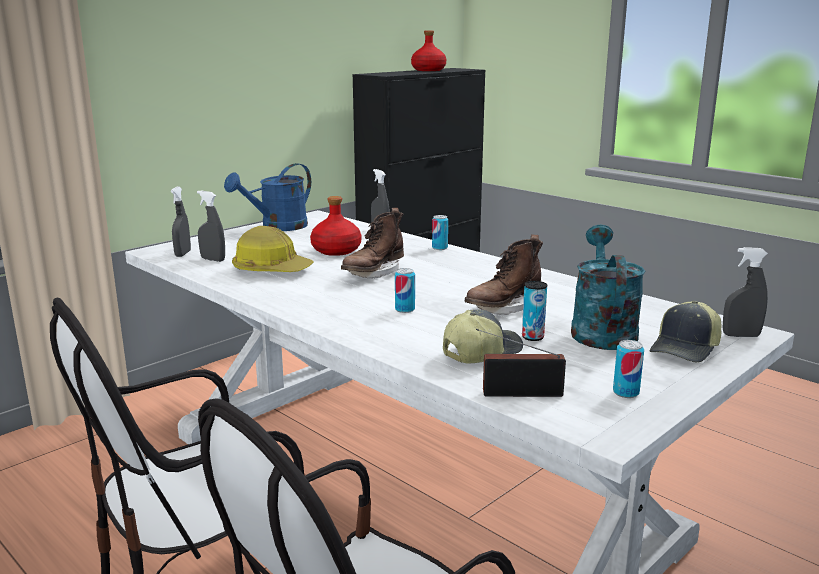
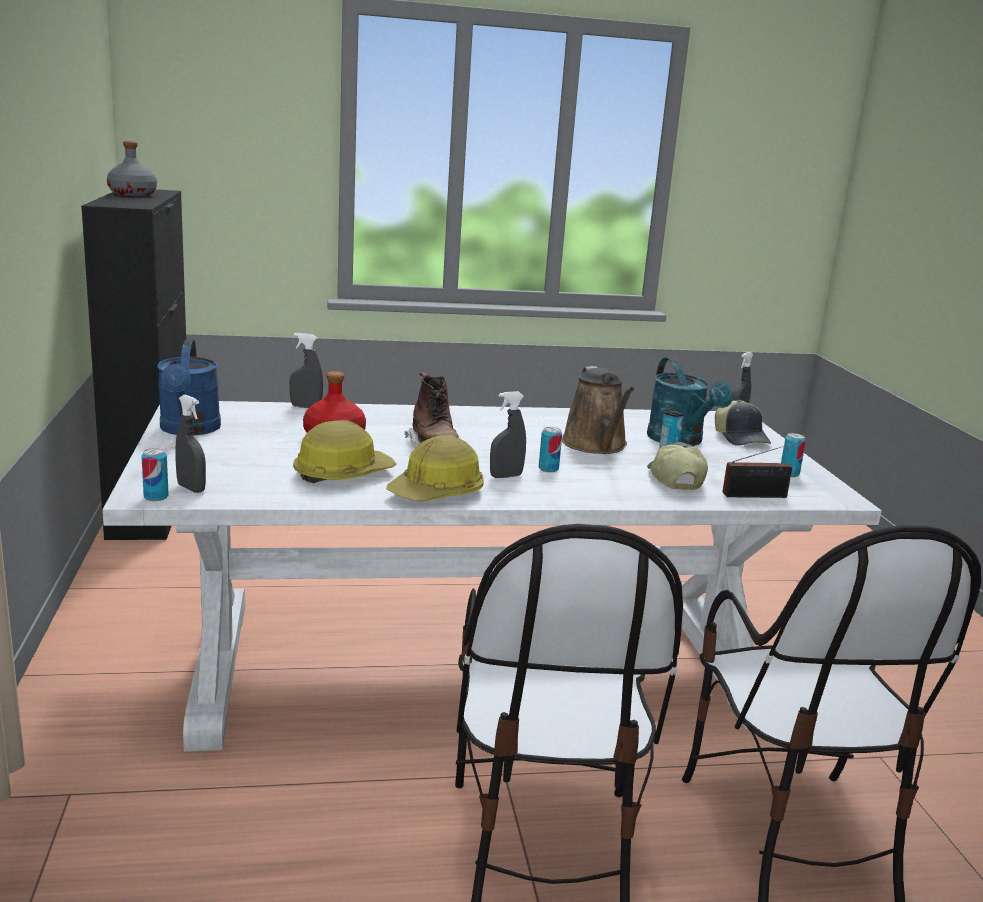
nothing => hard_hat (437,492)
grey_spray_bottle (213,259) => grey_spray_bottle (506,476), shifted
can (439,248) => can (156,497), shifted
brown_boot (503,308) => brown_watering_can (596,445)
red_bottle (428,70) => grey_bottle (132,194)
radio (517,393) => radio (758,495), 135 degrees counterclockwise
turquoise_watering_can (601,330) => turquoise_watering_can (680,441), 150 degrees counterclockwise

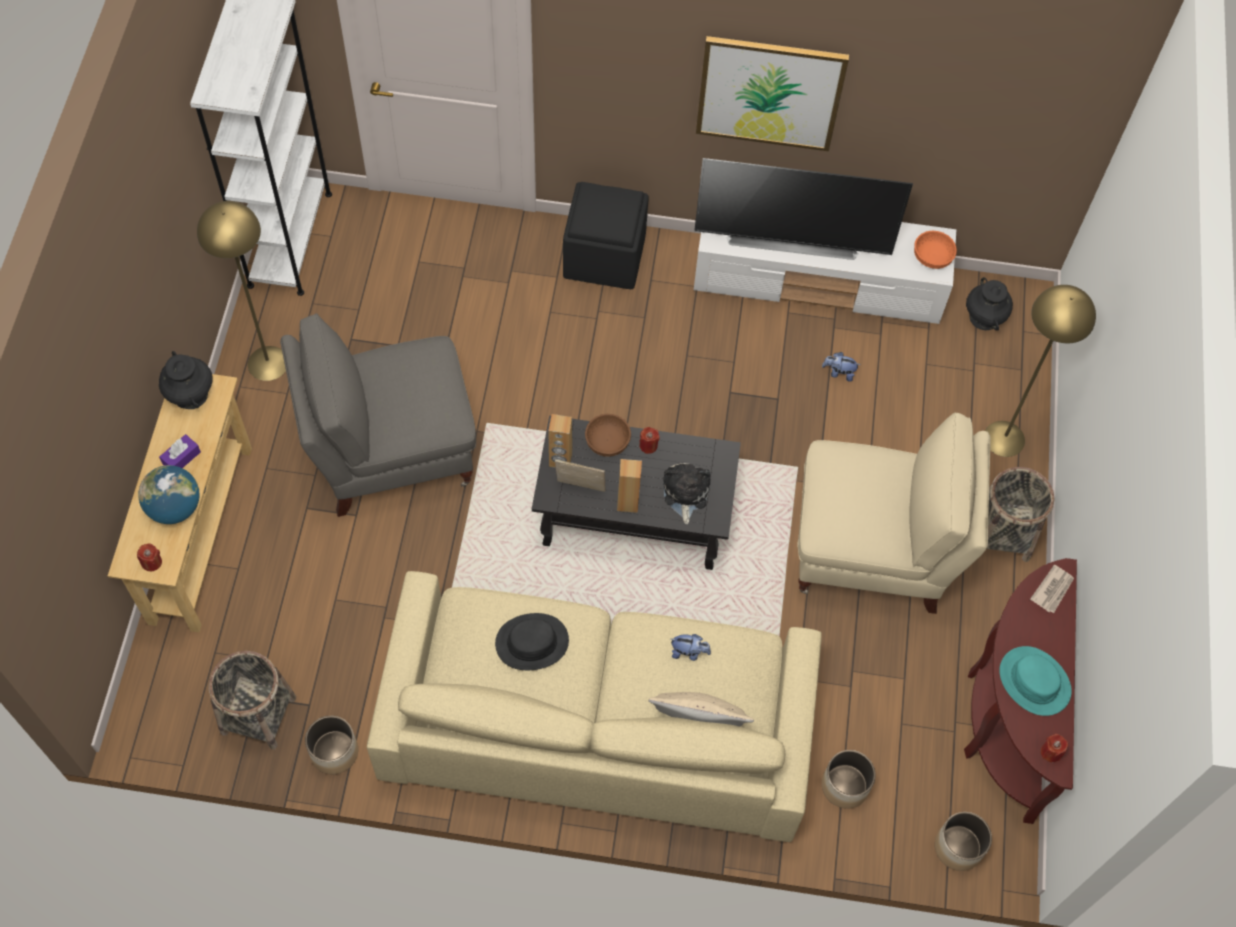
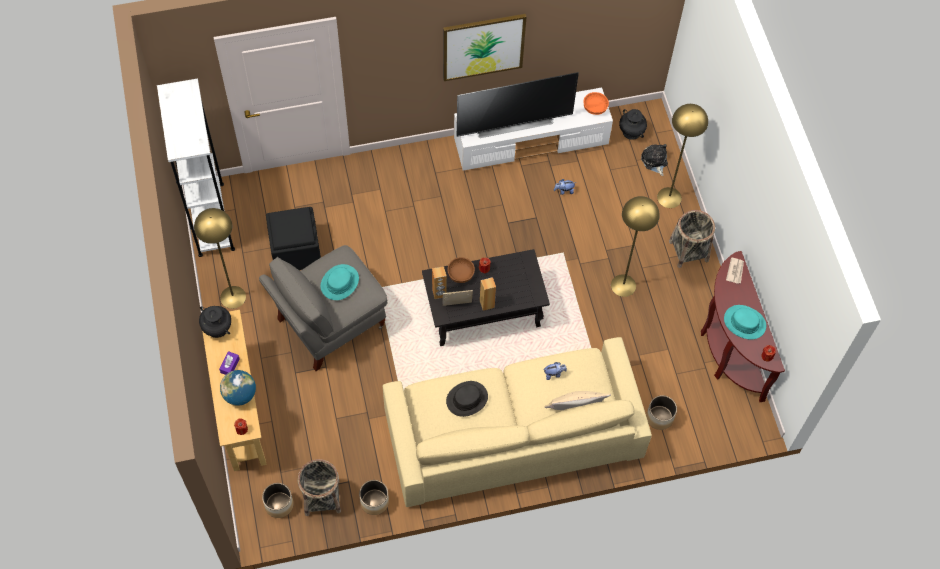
nothing => turquoise_hat (340,283)
black_ottoman (603,256) => black_ottoman (295,251), shifted
plush_toy (685,494) => plush_toy (654,161), shifted
planter (958,846) => planter (279,504), shifted
beige_armchair (873,551) => yellow_floor_lamp (623,285)

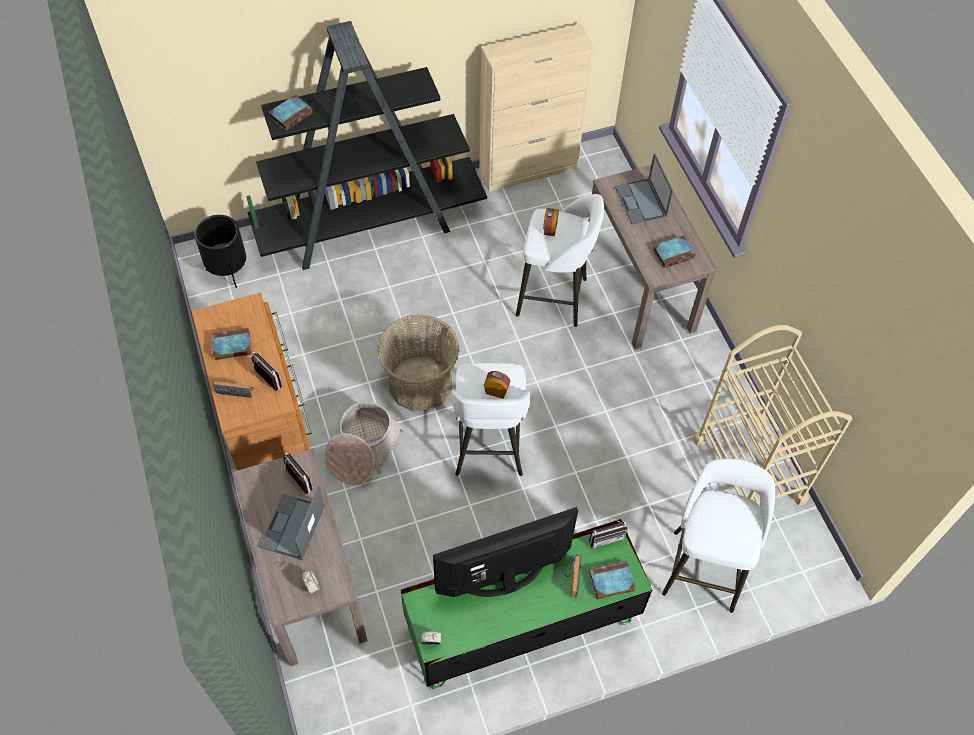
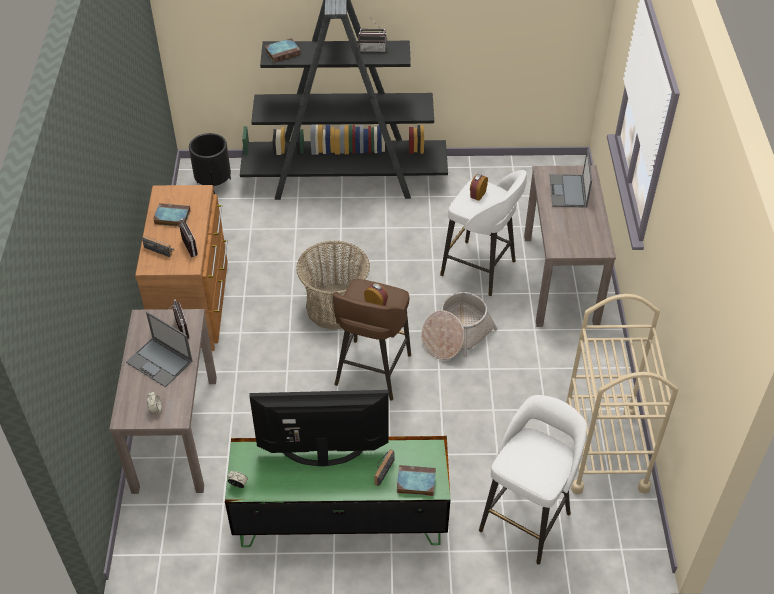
beige_cabinet (529,169) => nothing
book (673,253) => nothing
basket (362,449) => basket (456,335), shifted
radio (605,536) => radio (373,48), shifted
white_stool (488,448) => brown_stool (372,371)
laptop (292,528) => laptop (160,362), 90 degrees counterclockwise

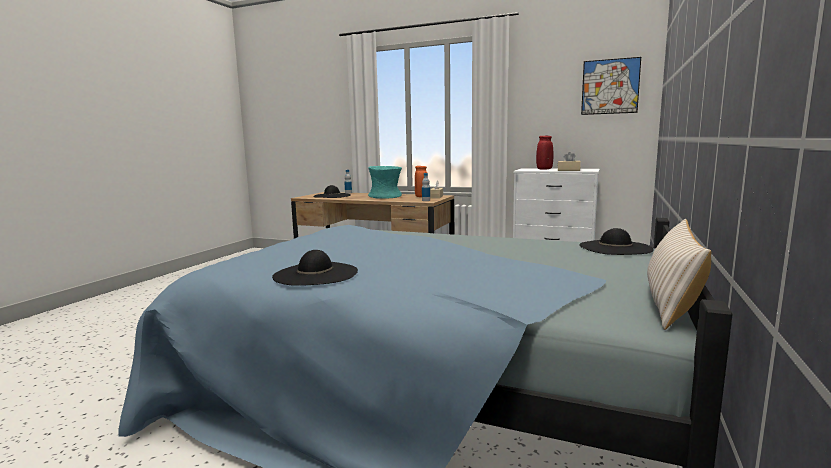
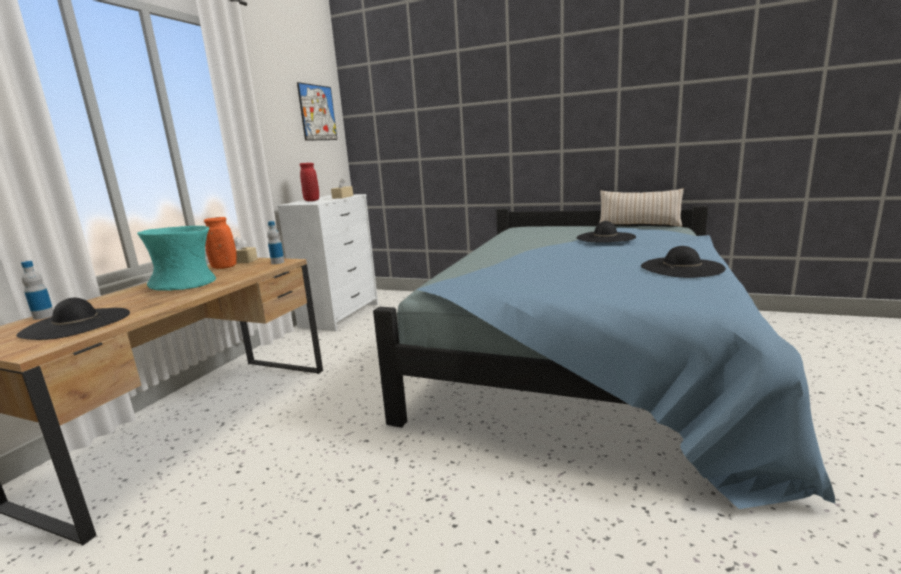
black_hat (615,248) => black_hat (605,237), shifted

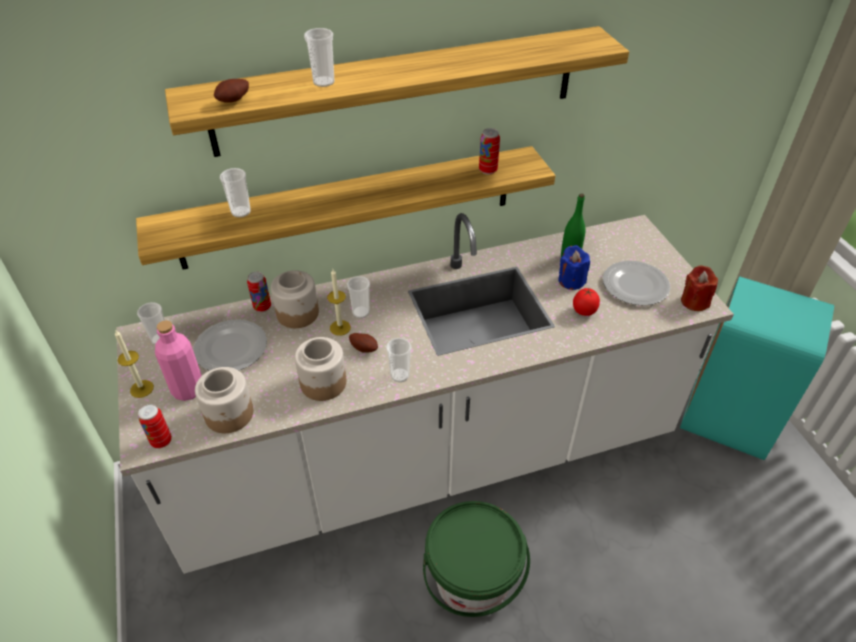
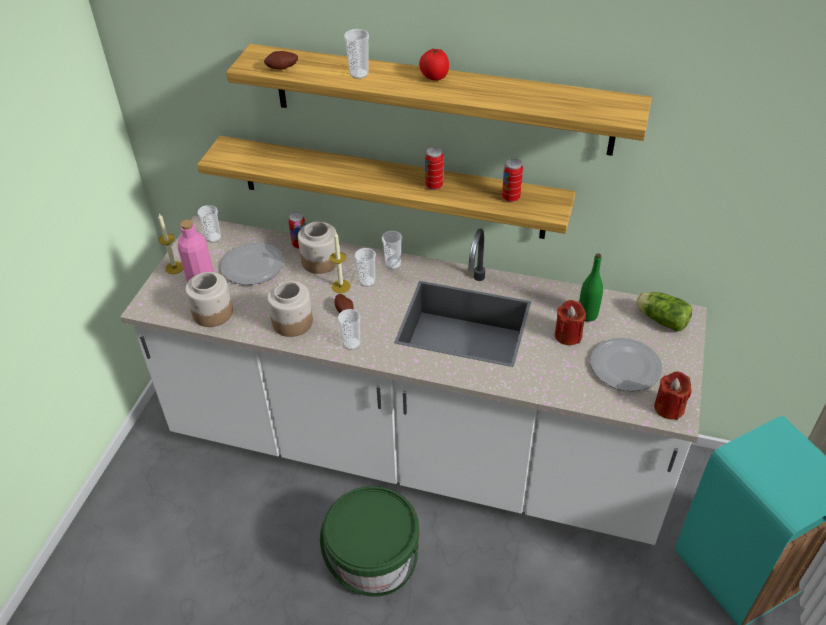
nothing => lettuce (660,319)
can (161,441) => can (434,186), shifted
cup (241,212) => cup (393,264), shifted
tomato (583,312) => tomato (434,78), shifted
blue_candle (571,281) => red_candle (568,335)

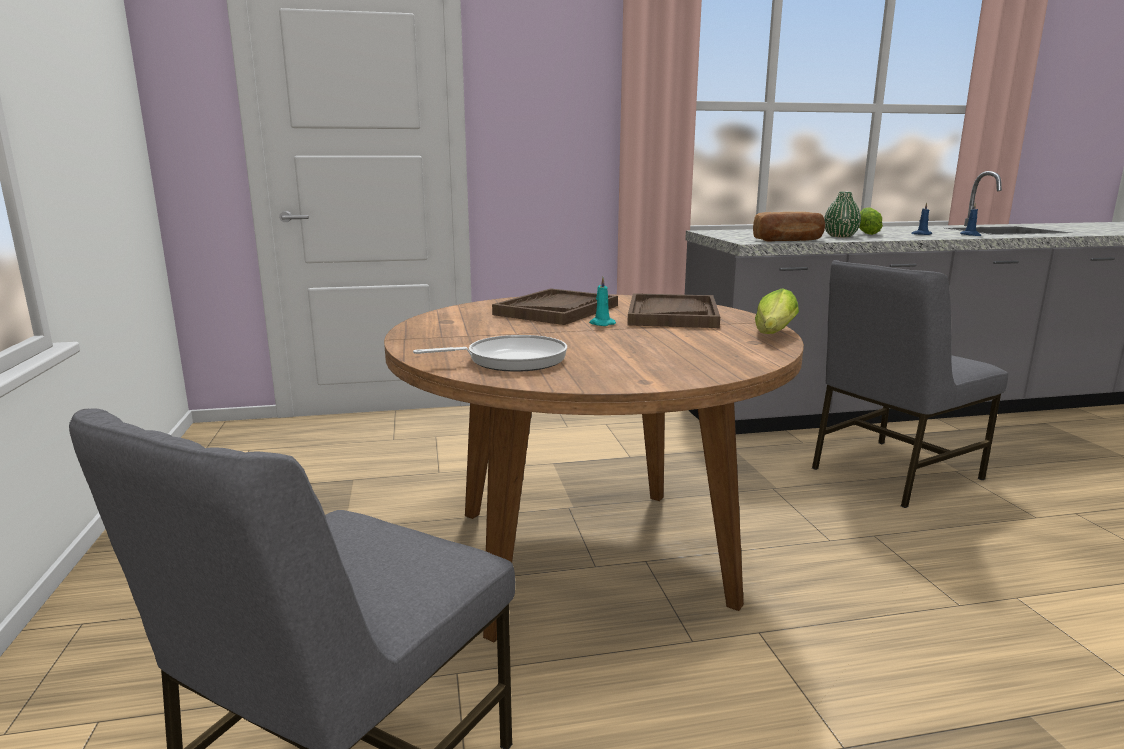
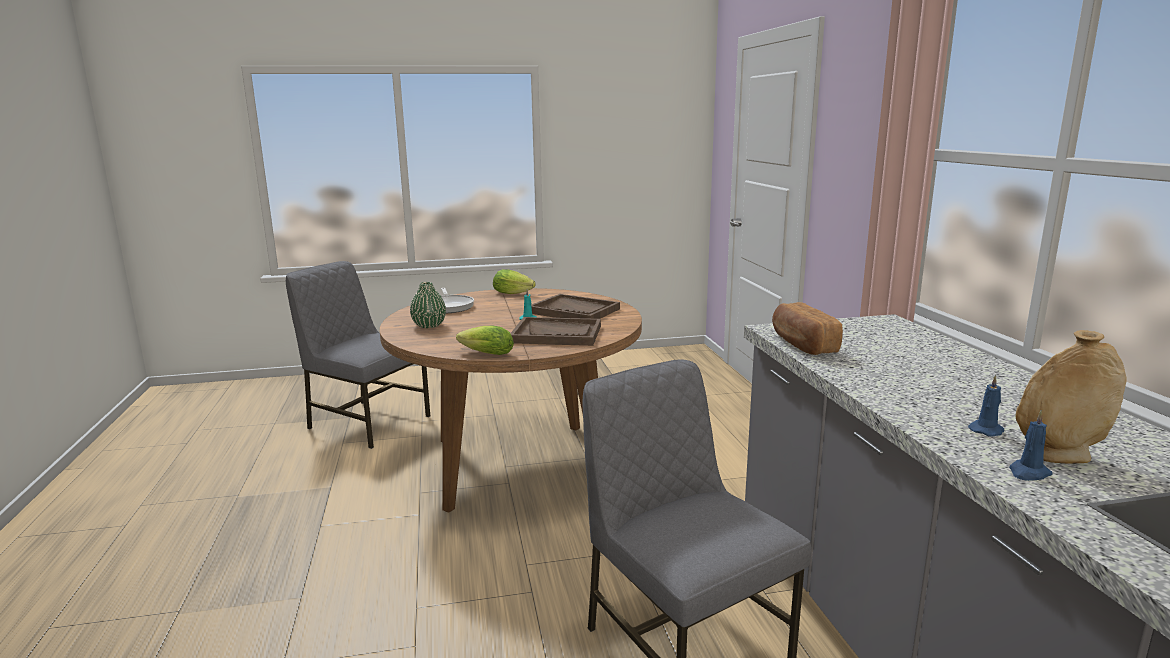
nothing => beige_vase (1059,456)
green_vase (840,236) => green_vase (429,325), shifted
lettuce (868,233) => lettuce (515,293), shifted

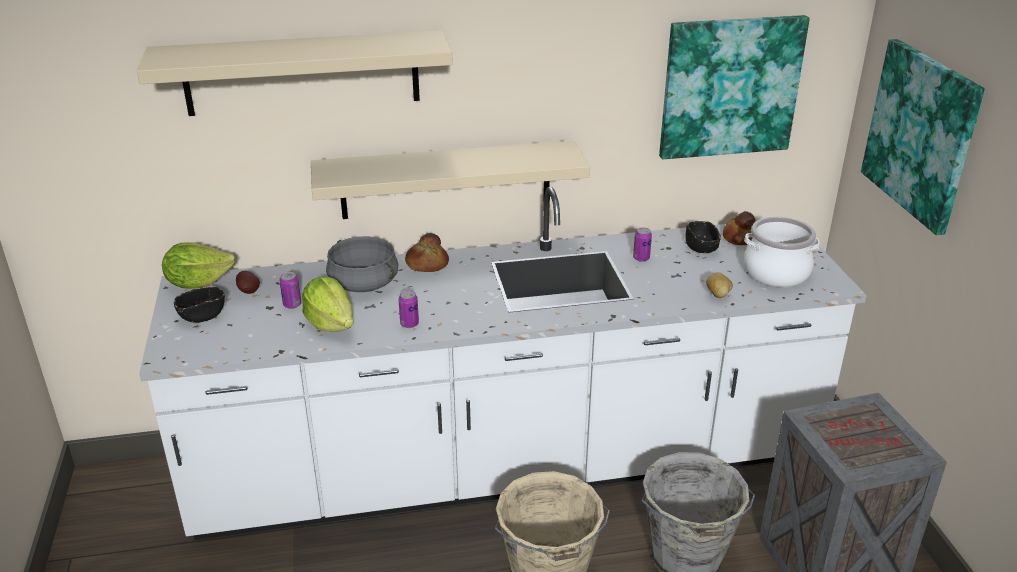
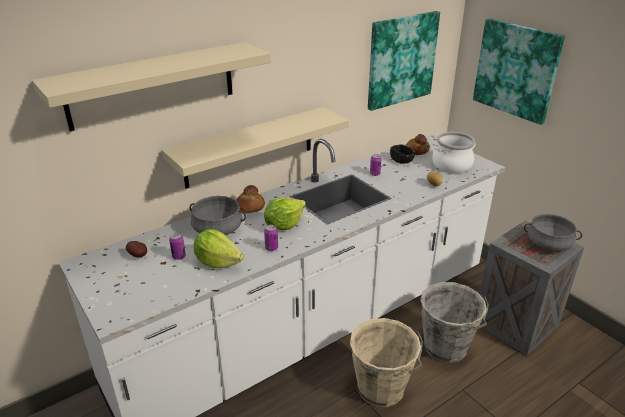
black_bowl (202,315) => nothing
nothing => grey_cooking_pot (548,244)
lettuce (198,282) => lettuce (284,225), shifted

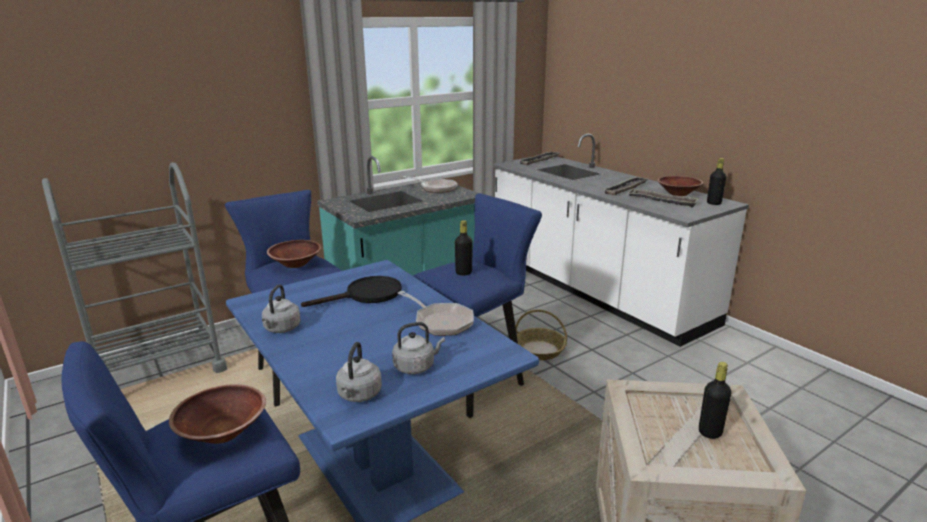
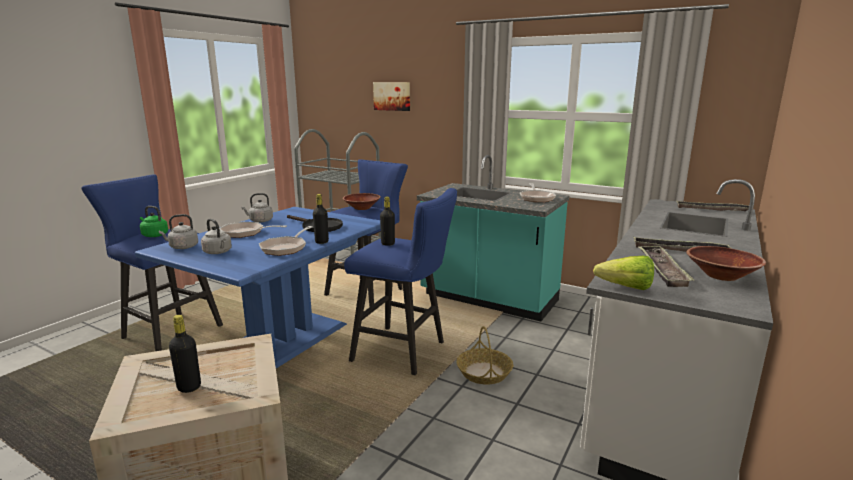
nothing => frying_pan (246,233)
nothing => picture (392,96)
nothing => lettuce (620,287)
black_bottle (713,203) => black_bottle (321,242), shifted
brown_bowl (222,432) => green_kettle (154,235)

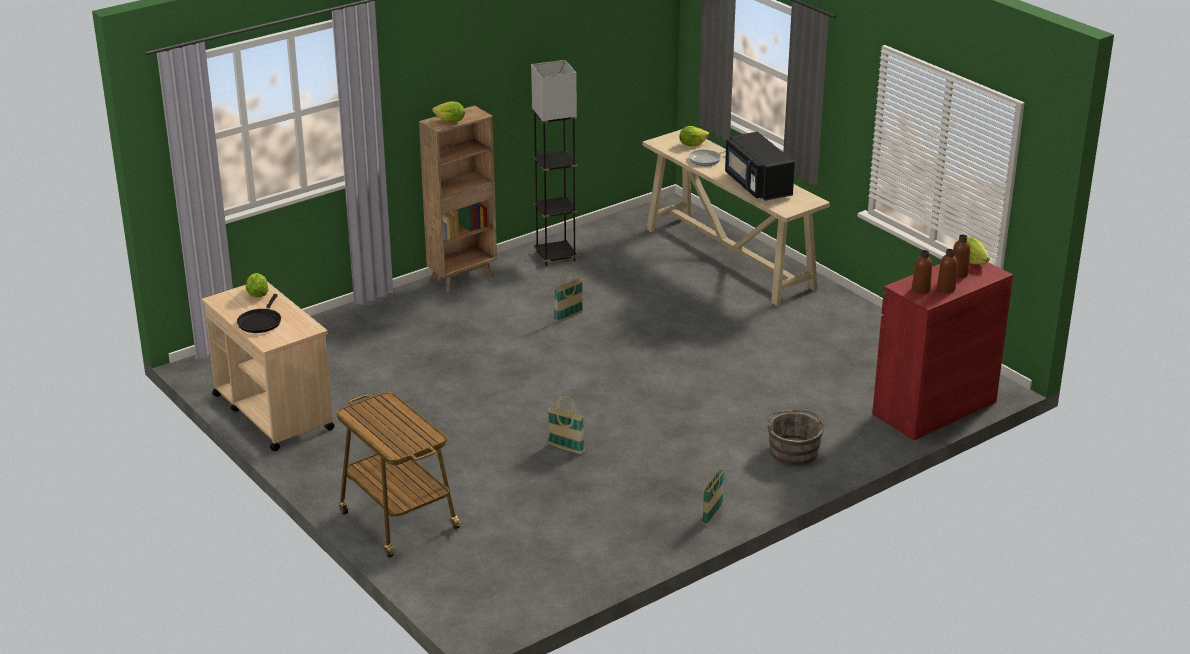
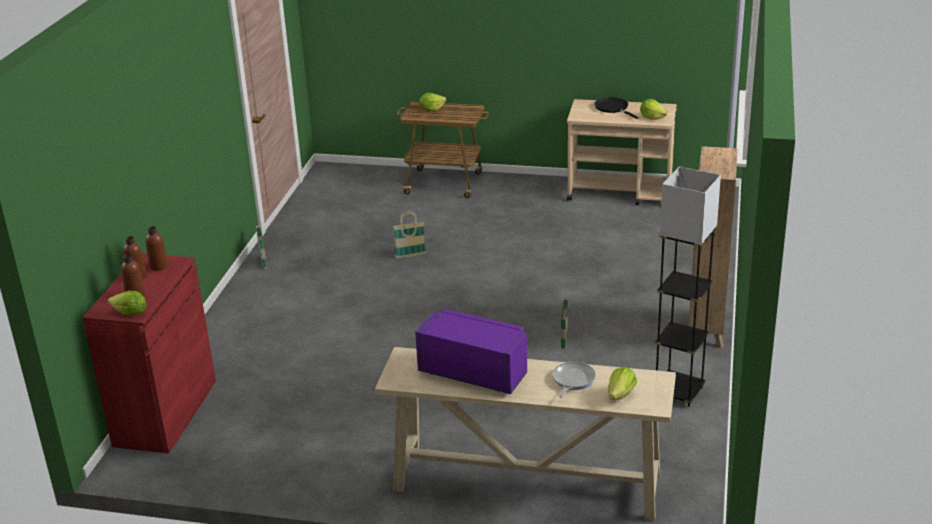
grey_bucket (793,450) => nothing
lettuce (450,121) => lettuce (431,109), shifted
black_microwave (757,185) => purple_microwave (474,372)

